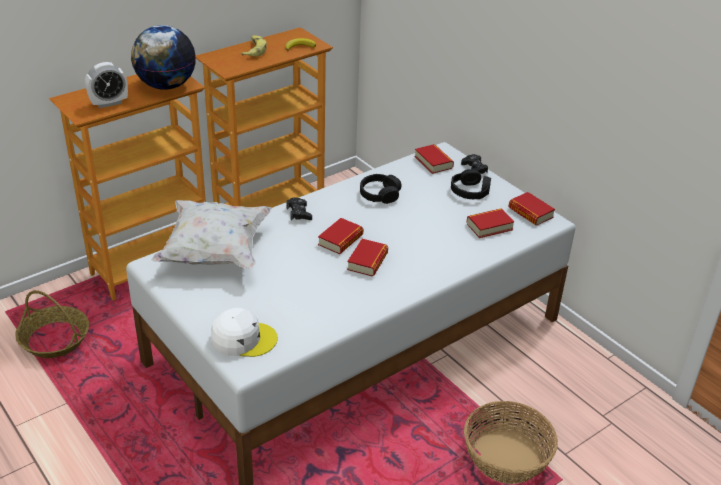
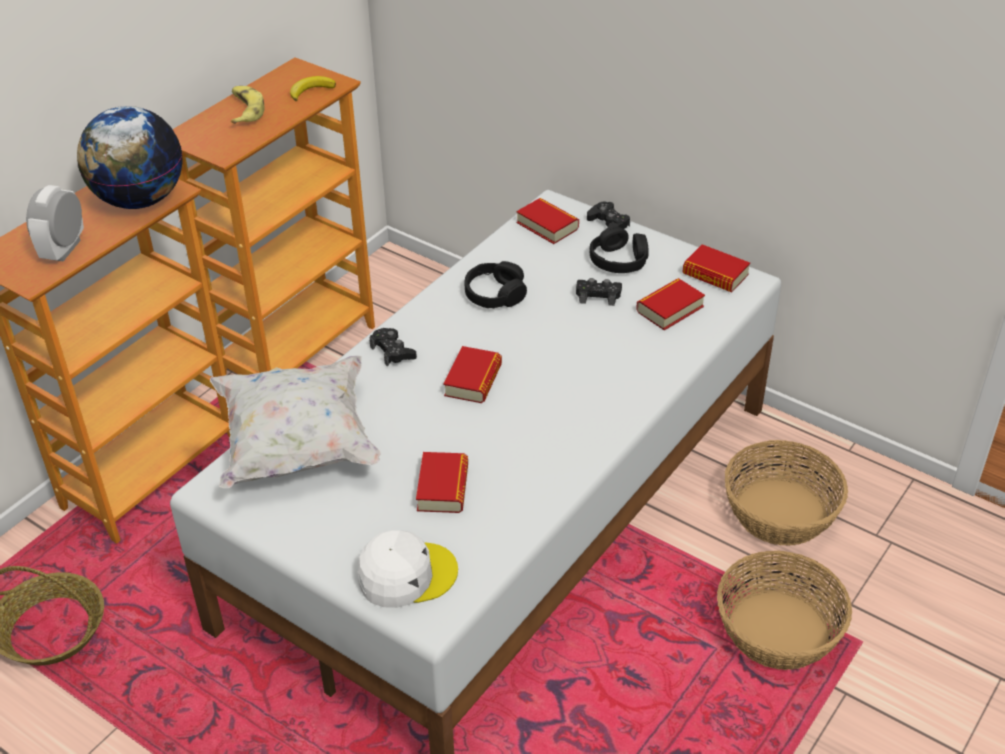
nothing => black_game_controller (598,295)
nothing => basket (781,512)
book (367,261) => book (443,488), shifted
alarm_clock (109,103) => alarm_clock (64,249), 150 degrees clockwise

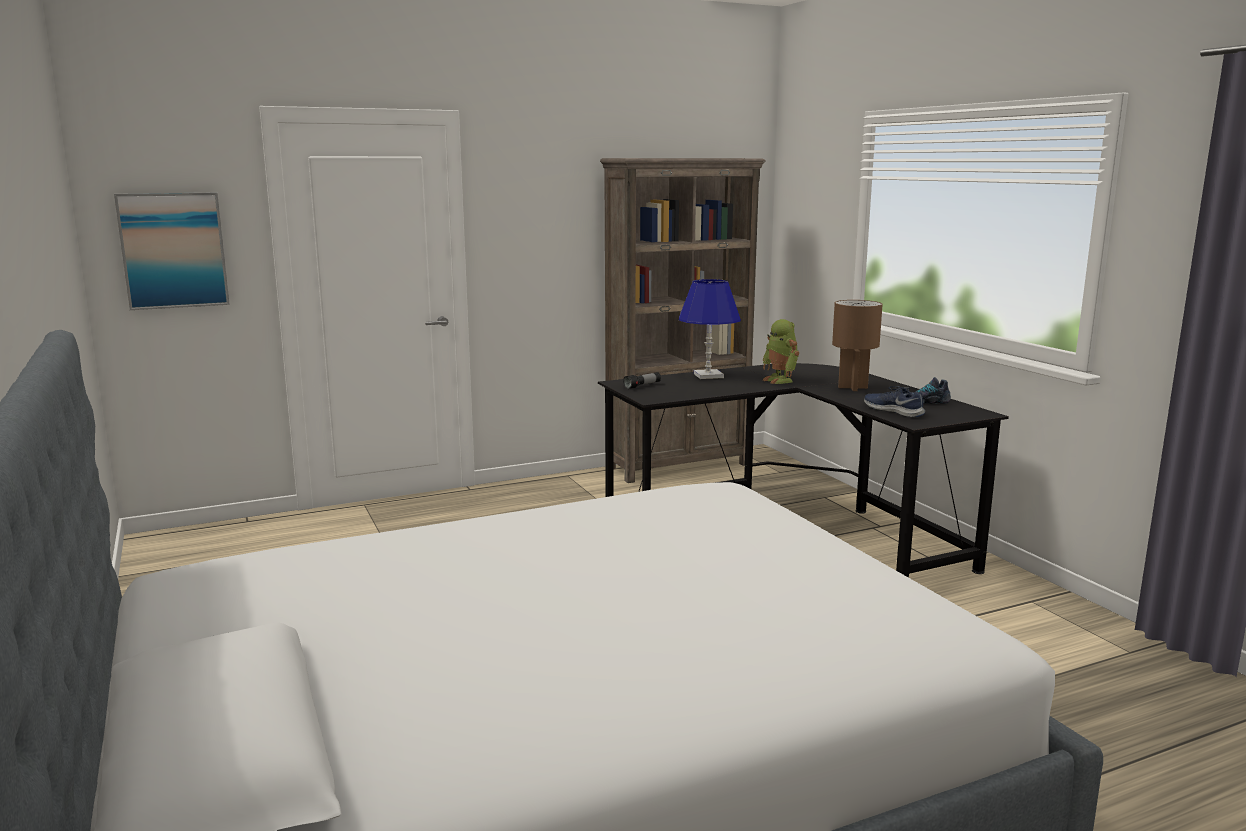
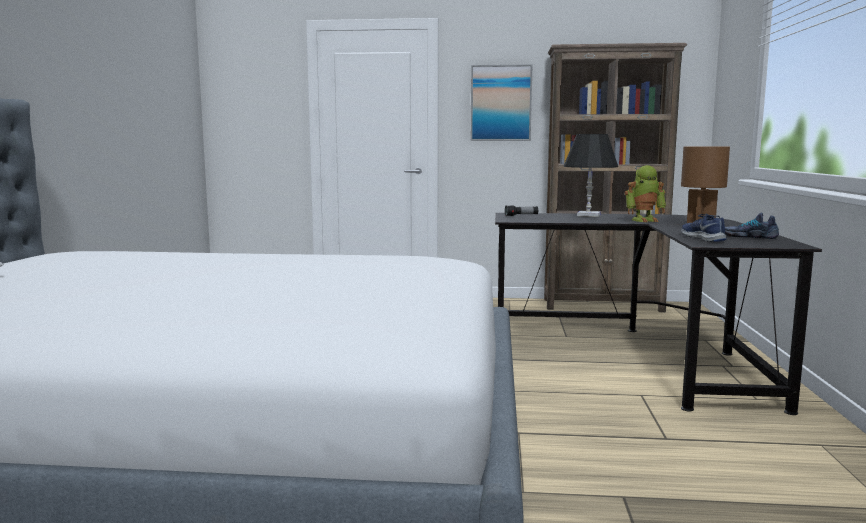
picture (173,250) => picture (501,103), shifted
blue_table_lamp (708,375) => black_table_lamp (588,215)
toy_robot (780,380) => toy_robot (644,220), 105 degrees counterclockwise

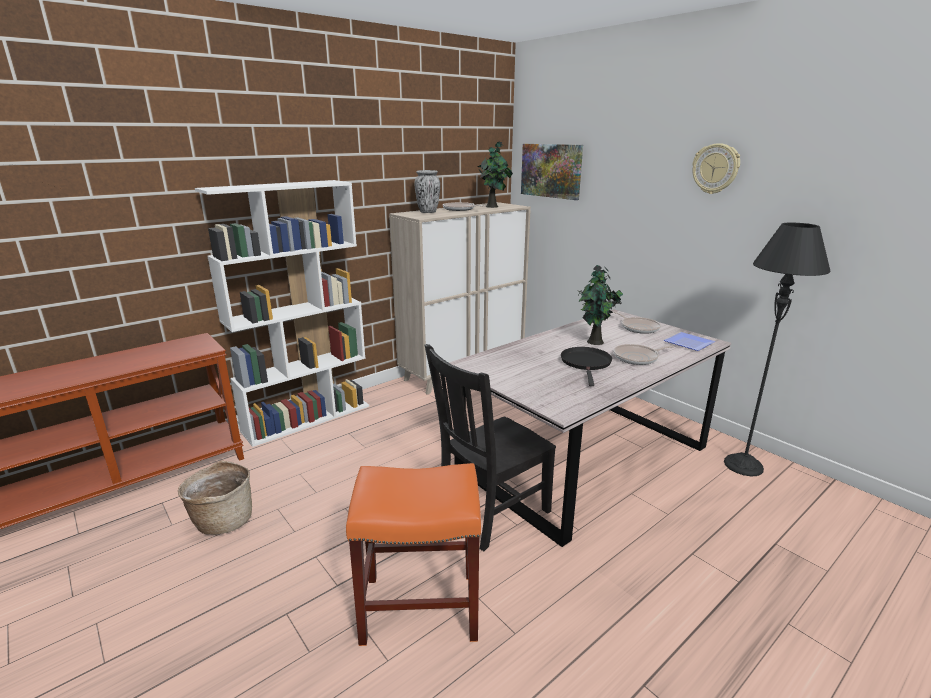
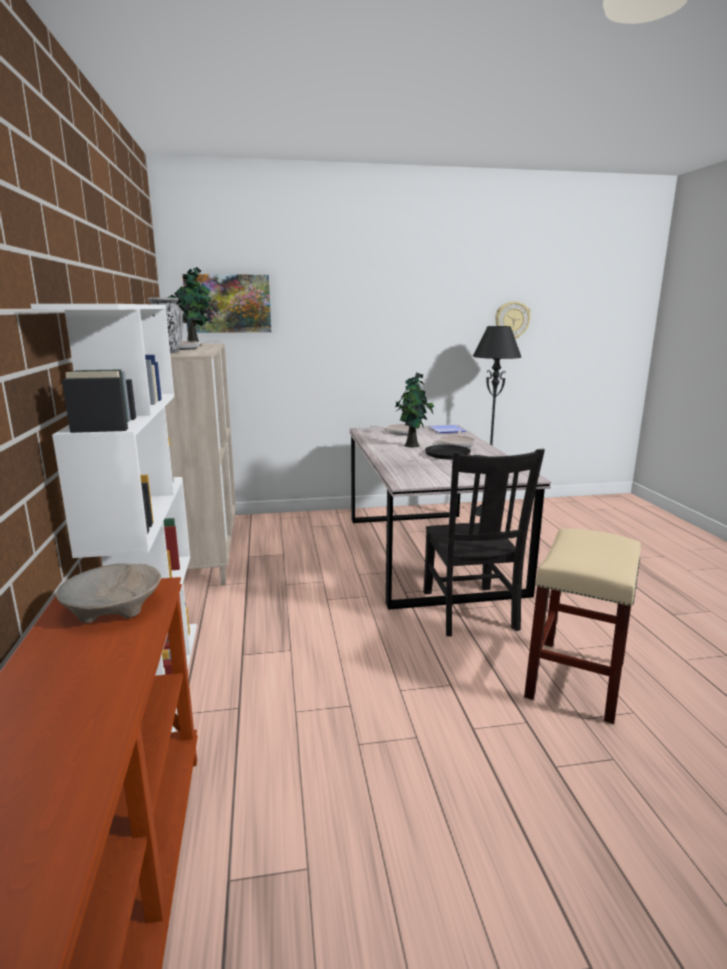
basket (223,520) => nothing
nothing => beige_bowl (112,606)
wall_clock (715,169) => wall_clock (512,320), shifted
orange_stool (418,608) => beige_stool (576,680)

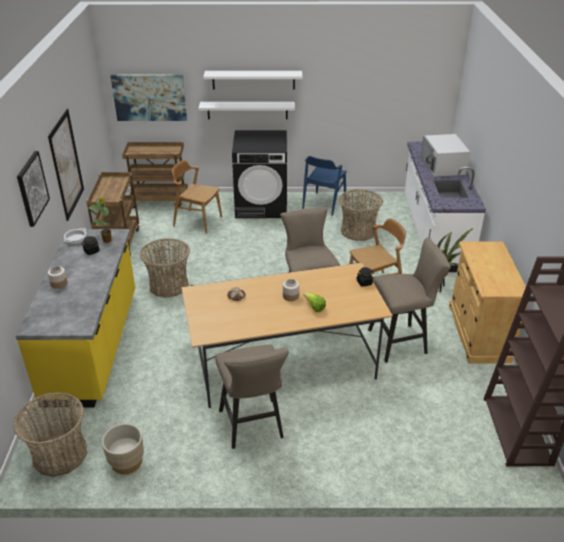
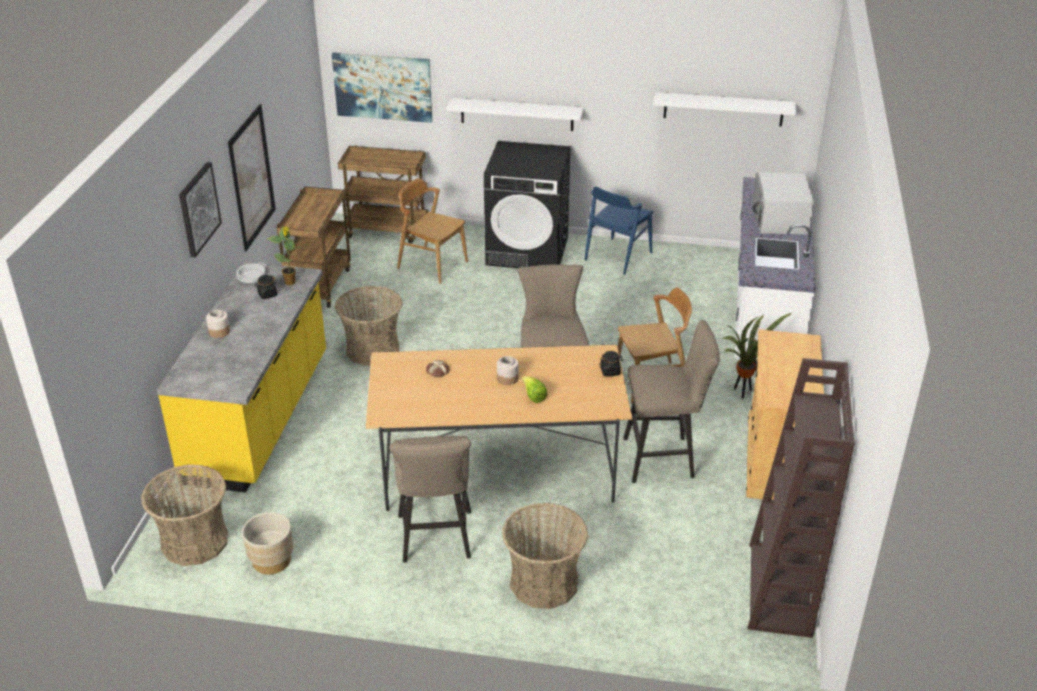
white_shelf (253,80) => white_shelf (723,109), shifted
basket (358,231) => basket (544,582), shifted

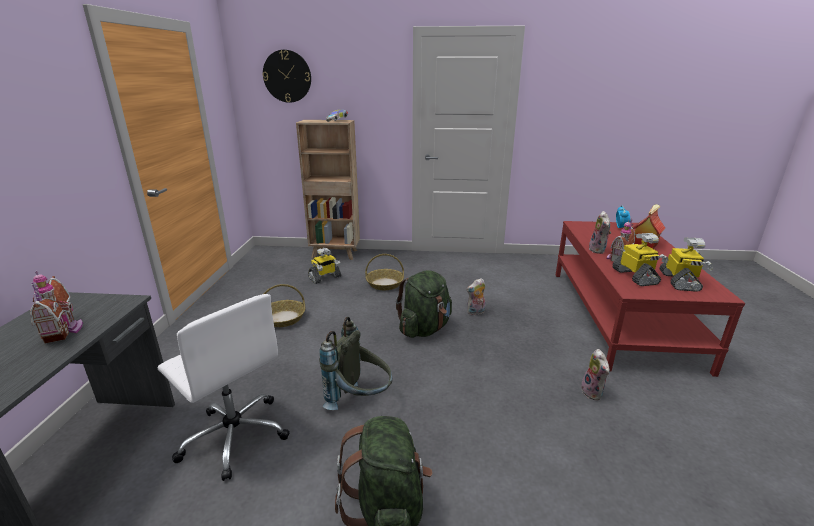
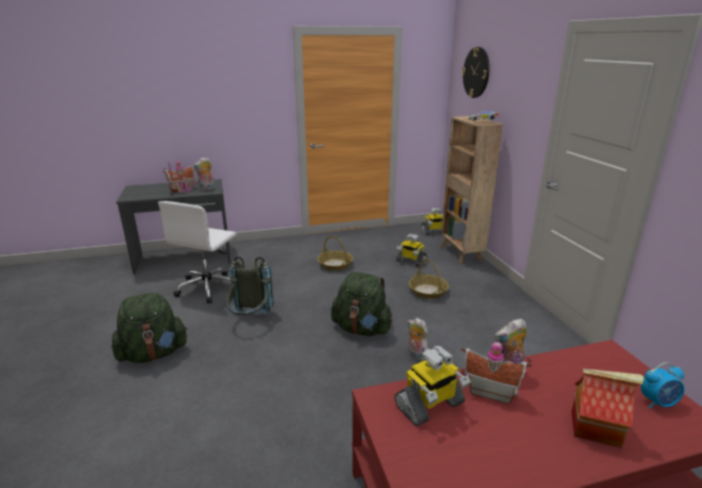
plush_toy (593,393) => plush_toy (207,189), shifted
toy_robot (680,282) => toy_robot (433,232), shifted

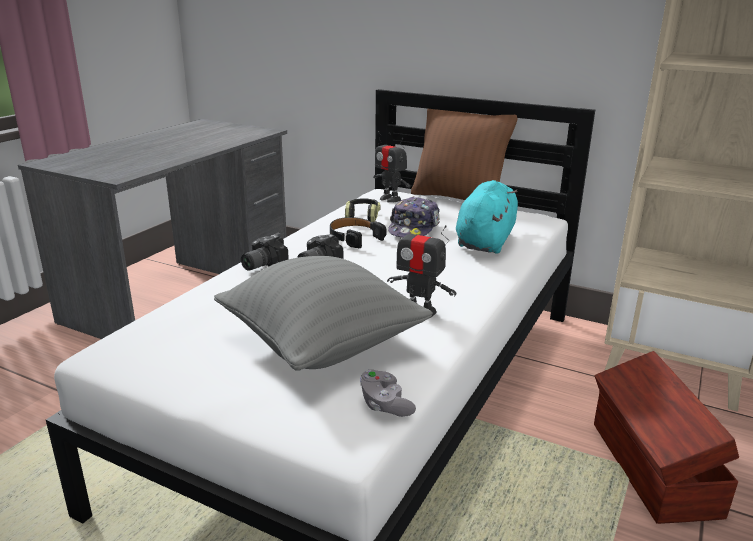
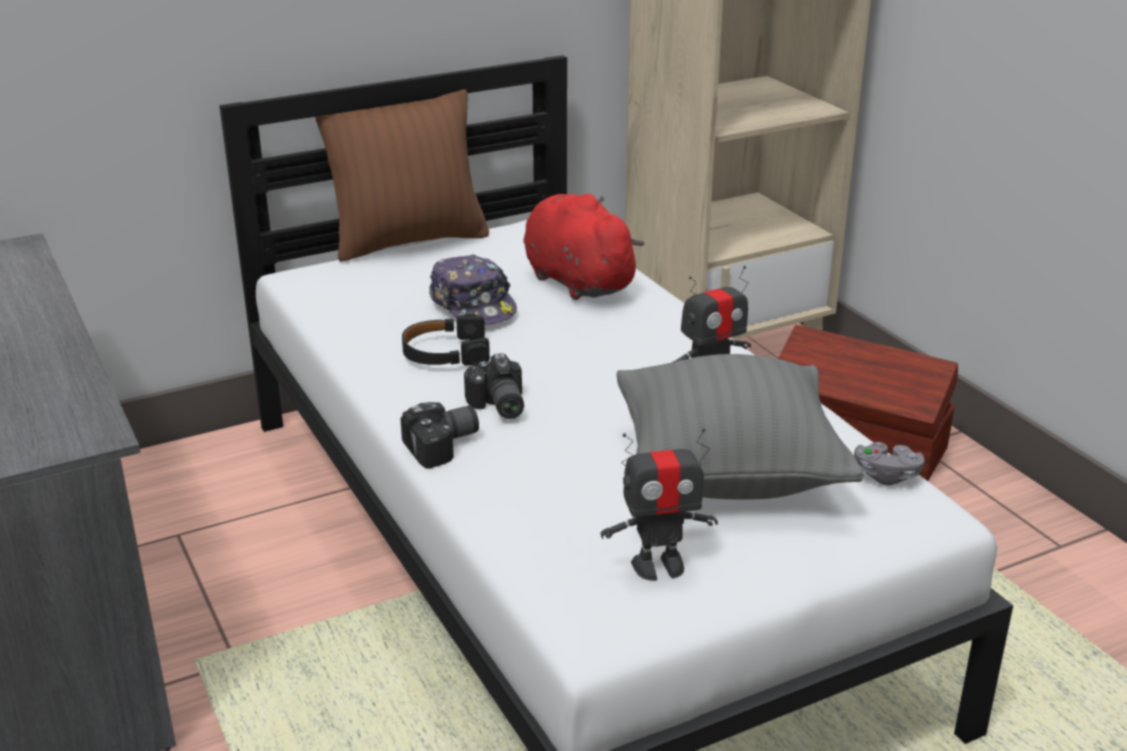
headphones (362,217) => nothing
toy_robot (390,199) => toy_robot (658,566), shifted
turquoise_plush_toy (485,241) => red_plush_toy (576,281)
photo_camera (261,265) => photo_camera (444,446), 105 degrees counterclockwise

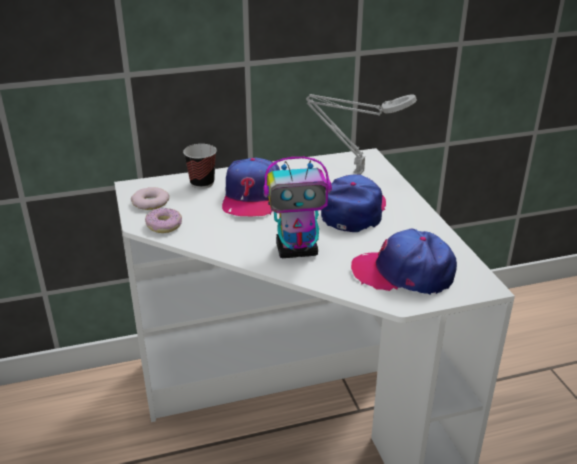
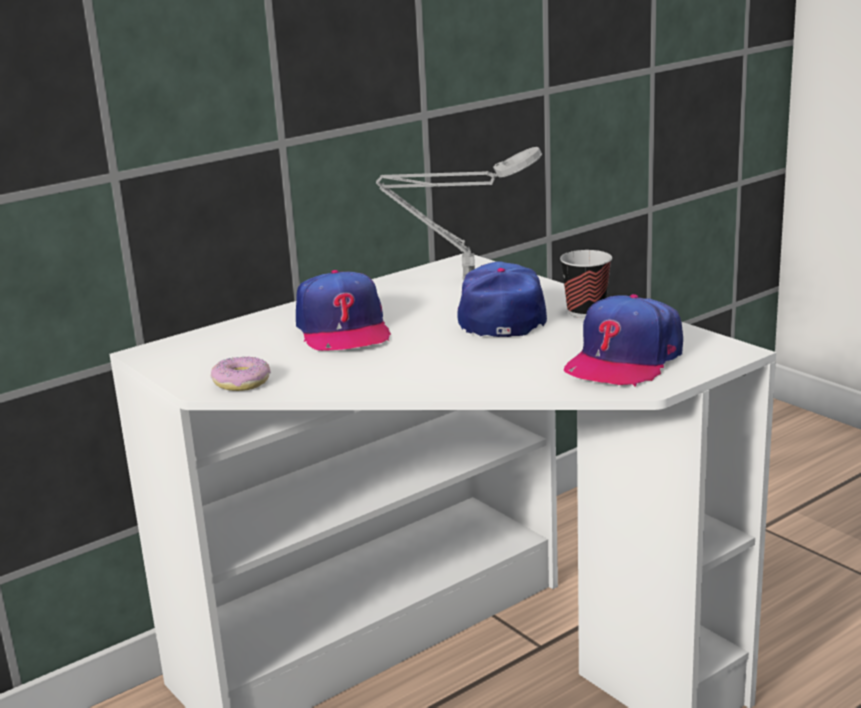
donut (150,202) => nothing
toy_robot (297,250) => nothing
cup (202,183) => cup (586,312), shifted
cap (403,273) => cap (624,360), 45 degrees counterclockwise

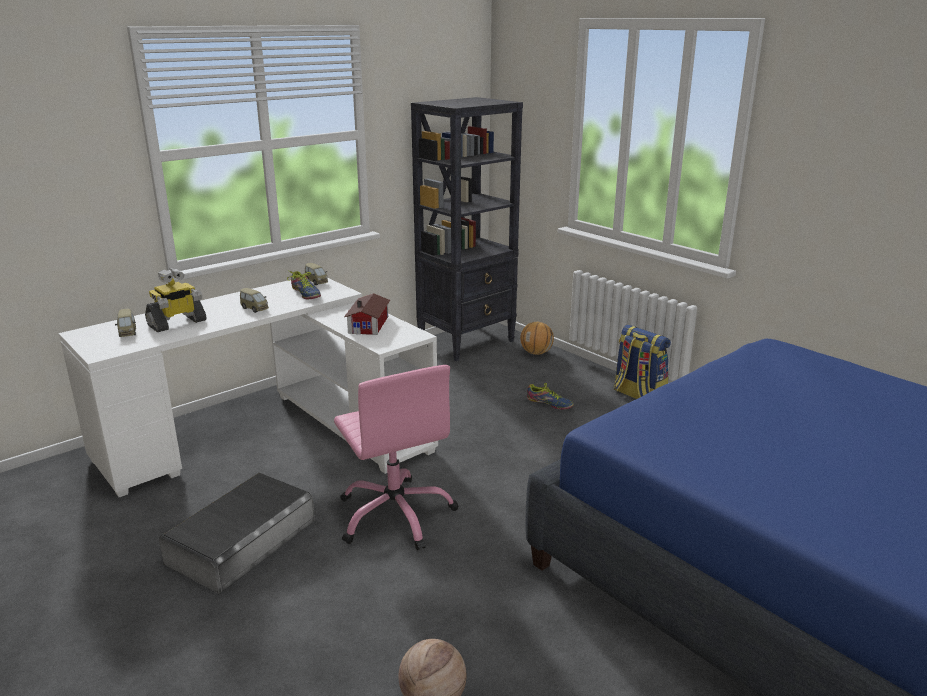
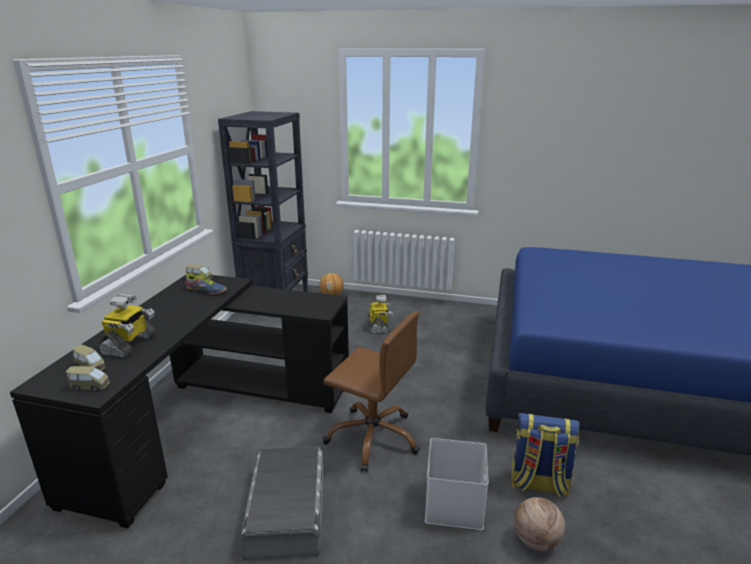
toy_house (370,324) => nothing
nothing => white_storage_box (453,503)
toy_car (255,308) => toy_car (90,386), shifted
backpack (638,395) => backpack (538,484), shifted
shoe (549,403) => toy_robot (379,326)
white_desk (274,434) => black_desk (208,417)
pink_office_chair (396,514) => brown_office_chair (373,437)

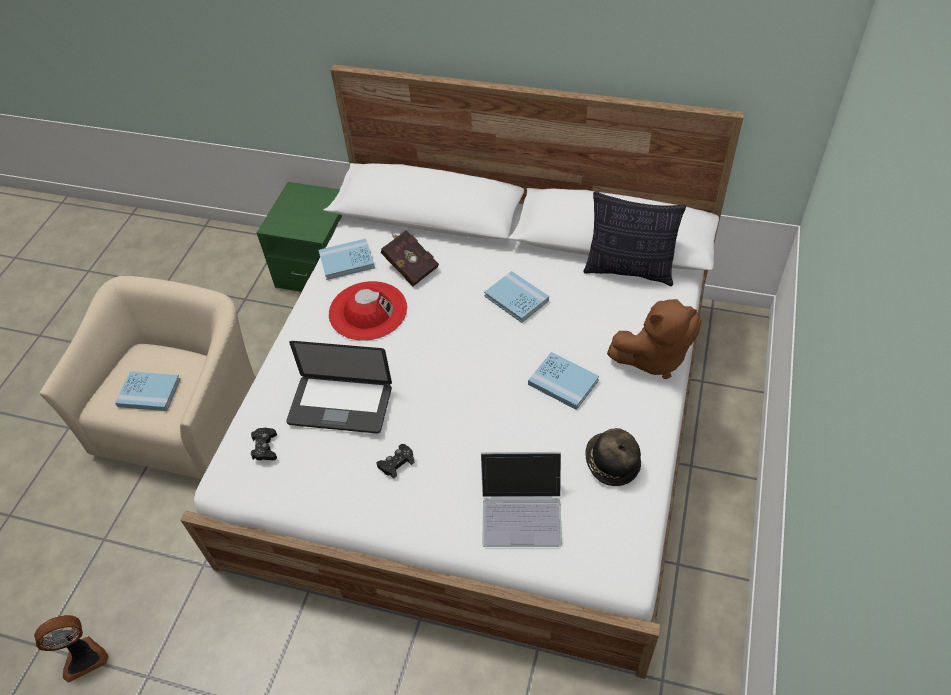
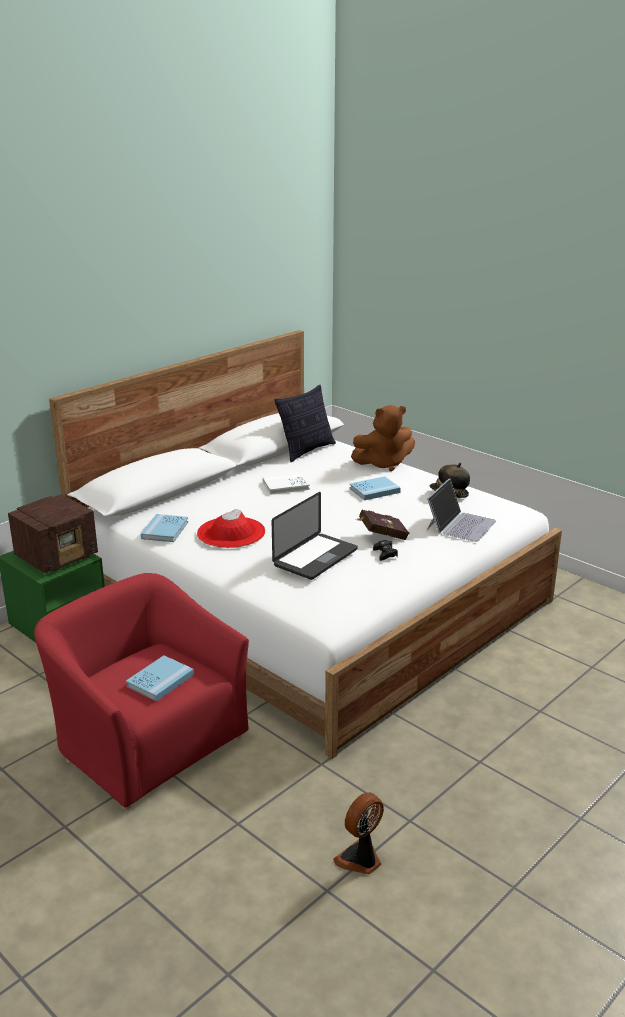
black_game_controller (265,447) => nothing
nothing => radio (58,557)
red_book (410,266) => red_book (381,536), shifted
beige_armchair (185,420) => red_armchair (147,742)
blue_book (516,298) => white_book (286,486)
fan (83,656) => fan (360,859), 135 degrees counterclockwise
brown_plush_toy (654,357) => brown_plush_toy (383,463), 60 degrees clockwise

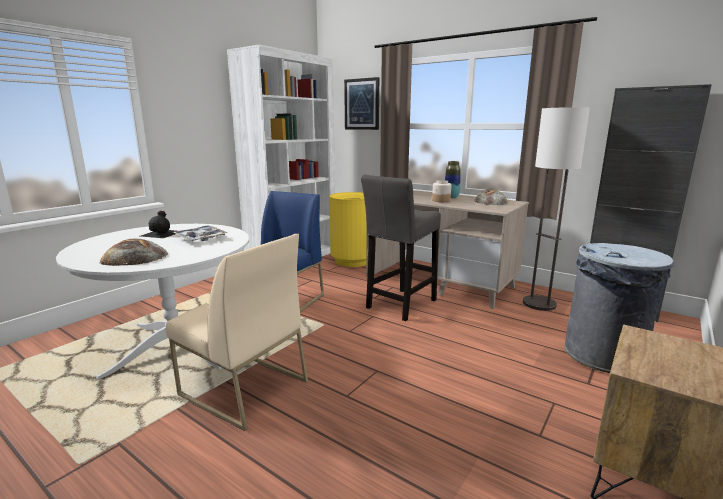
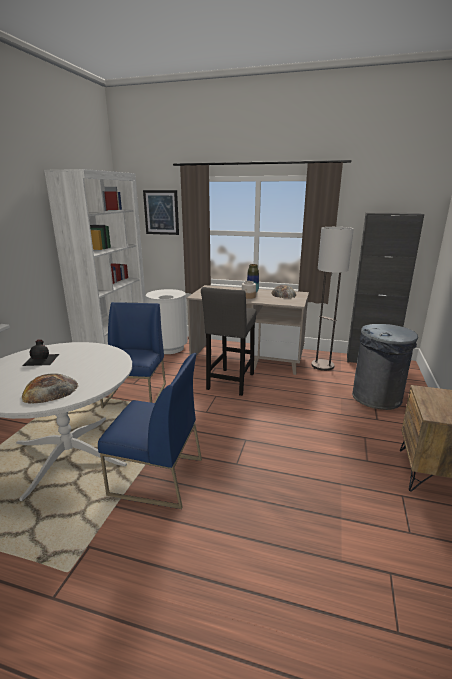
tray (200,238) => nothing
beige_chair (243,388) => blue_chair (156,477)
yellow_trash_can (352,261) => white_trash_can (169,348)

